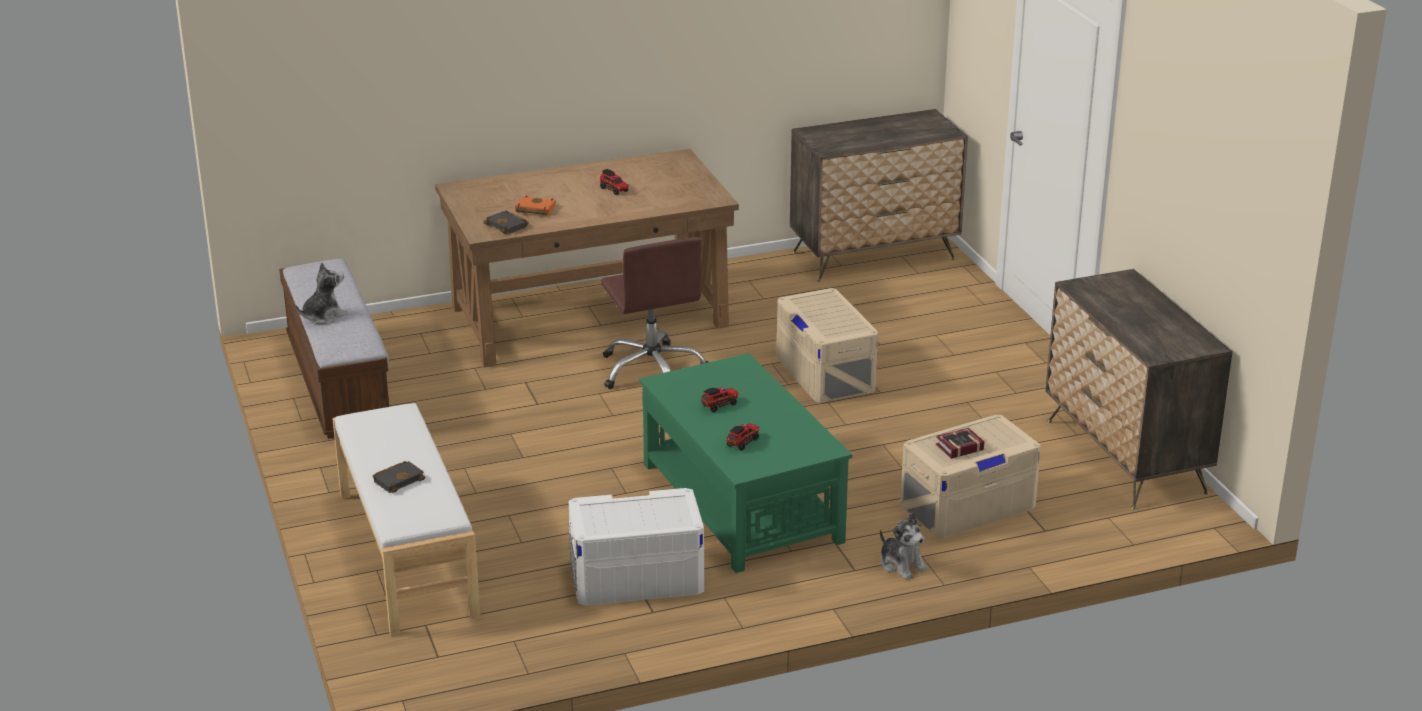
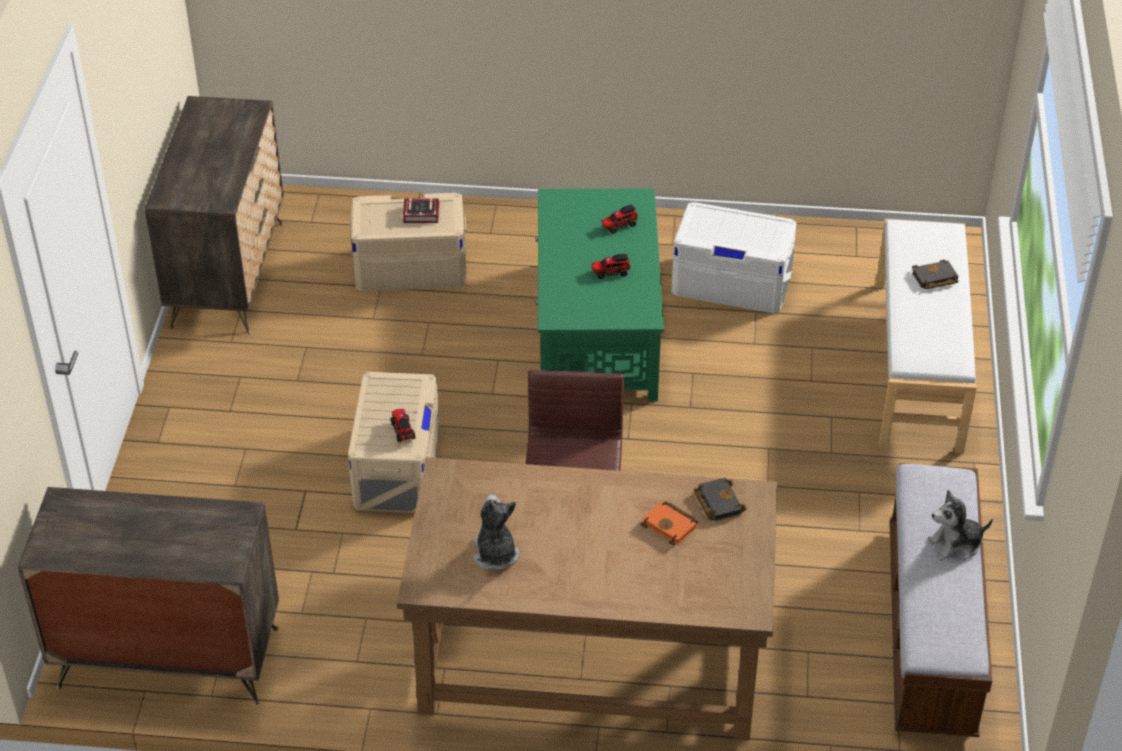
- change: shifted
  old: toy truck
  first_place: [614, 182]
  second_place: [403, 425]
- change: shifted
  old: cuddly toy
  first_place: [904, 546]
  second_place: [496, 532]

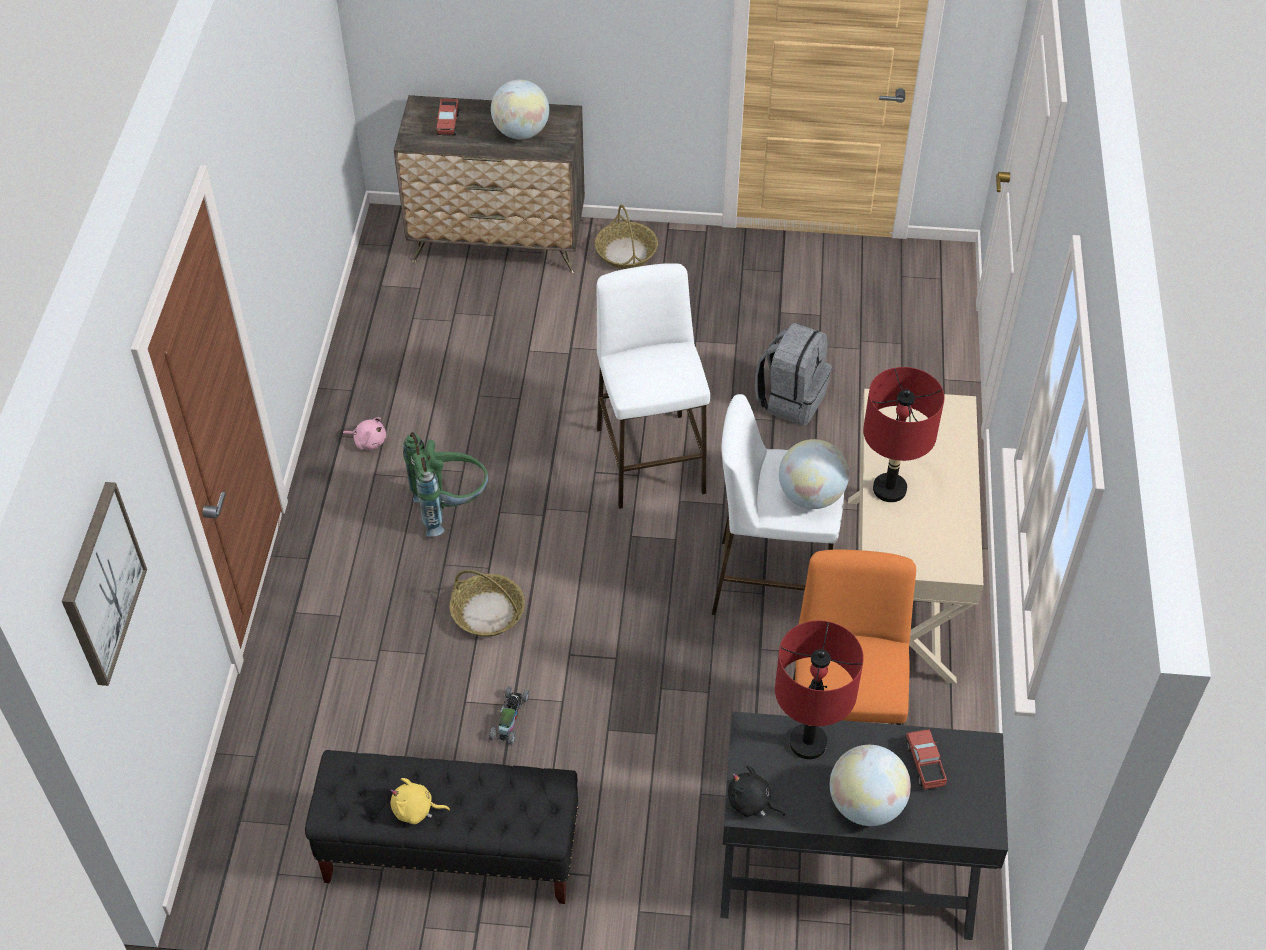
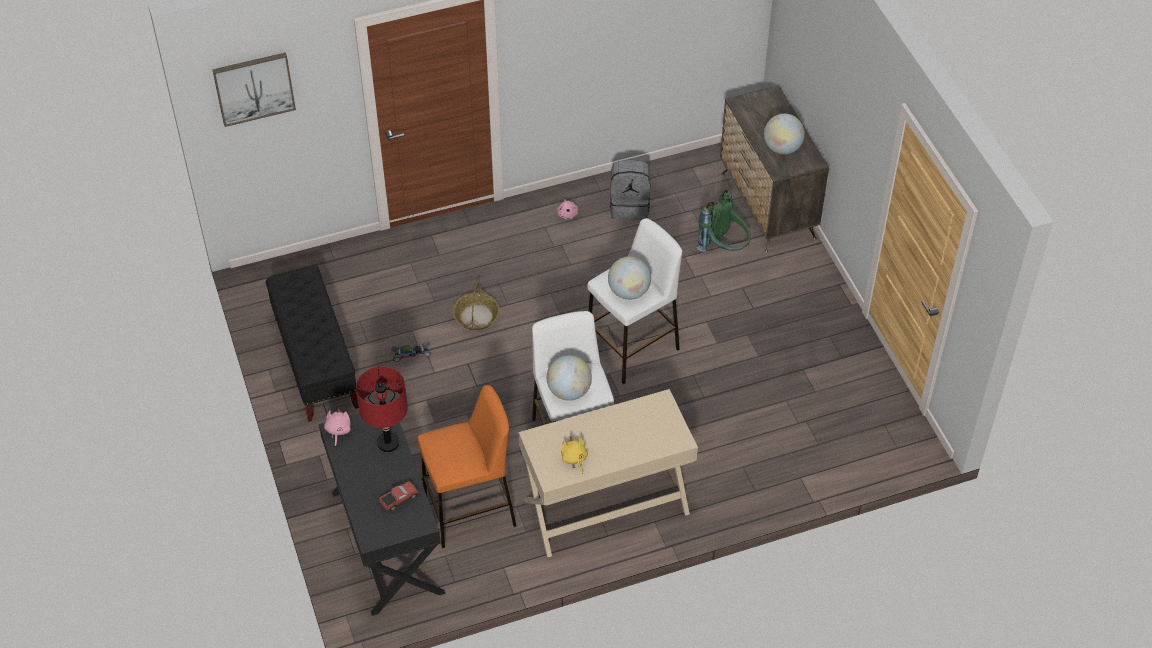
- change: repainted
  old: blackish cuddly toy
  new: pinkish cuddly toy
  first_place: [756, 791]
  second_place: [337, 427]
- change: shifted
  old: yellow cuddly toy
  first_place: [420, 801]
  second_place: [574, 455]
- change: shifted
  old: world globe
  first_place: [870, 785]
  second_place: [629, 278]
- change: shifted
  old: gray knapsack
  first_place: [793, 374]
  second_place: [630, 190]
- change: shifted
  old: greenish knapsack
  first_place: [446, 484]
  second_place: [723, 221]
- change: gone
  old: toy truck
  first_place: [447, 117]
- change: gone
  old: storage basket
  first_place: [626, 237]
- change: gone
  old: reddish table lamp
  first_place: [904, 434]

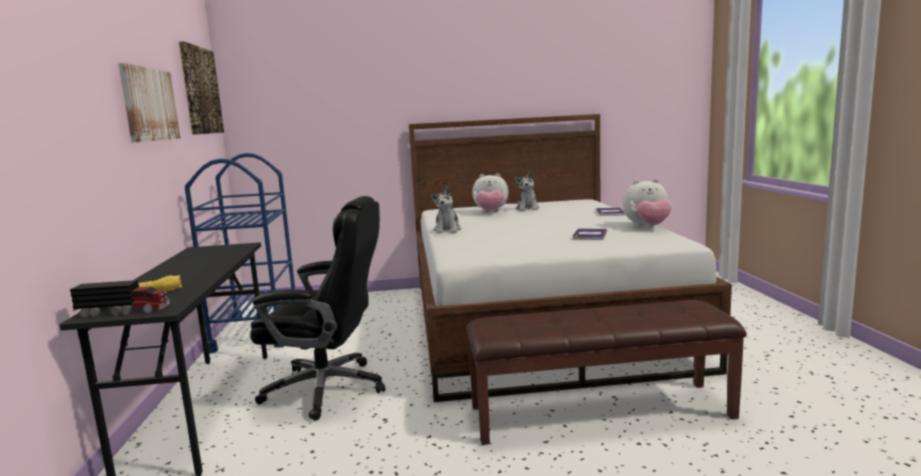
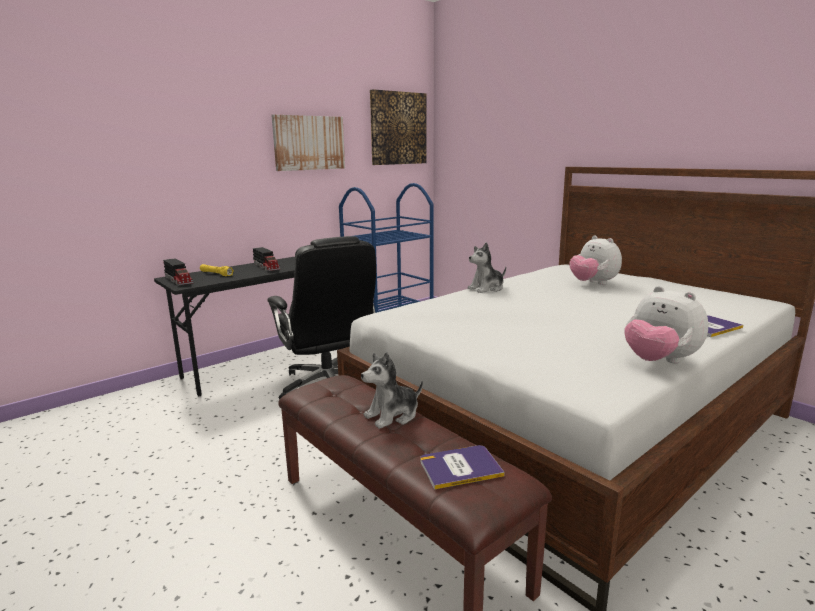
- change: new
  new: toy truck
  second_place: [267, 259]
- change: shifted
  old: cuddly toy
  first_place: [527, 191]
  second_place: [392, 390]
- change: shifted
  old: book
  first_place: [590, 234]
  second_place: [462, 467]

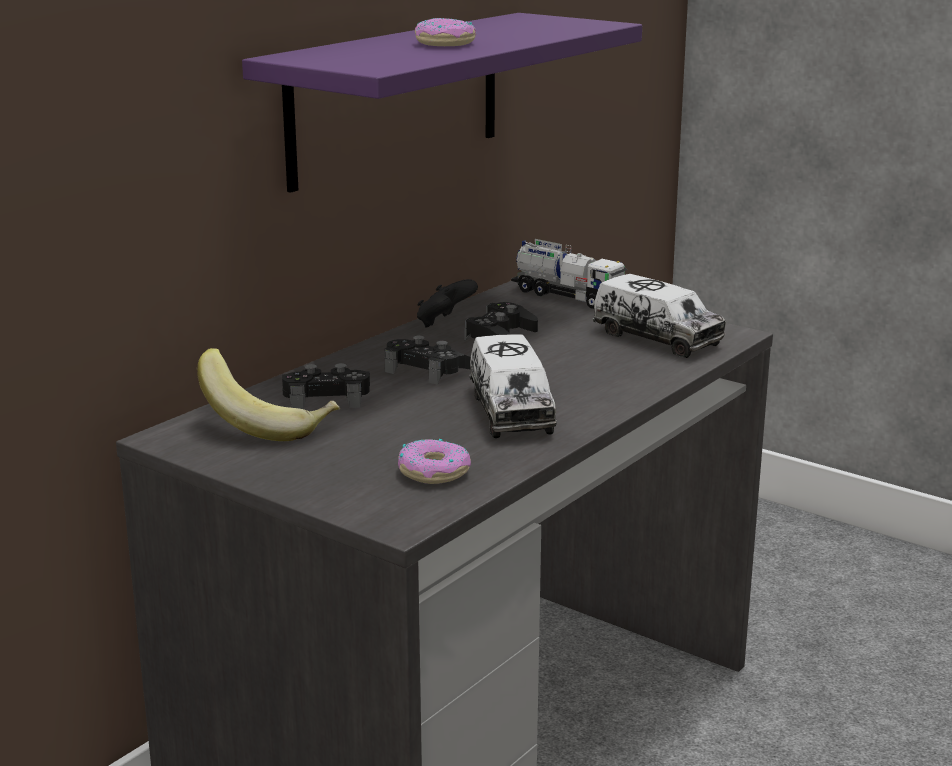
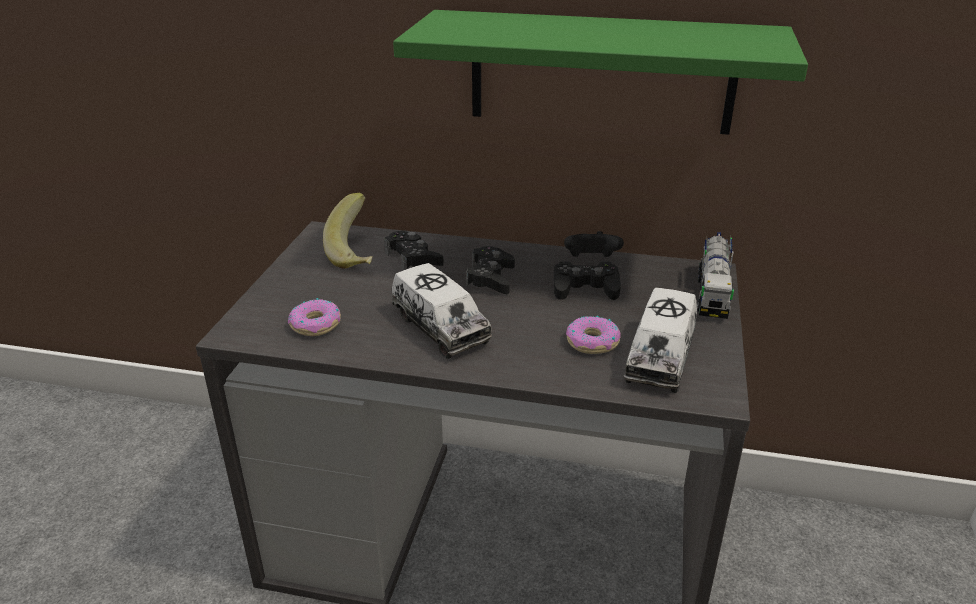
- change: rotated
  old: toy truck
  first_place: [513, 386]
  second_place: [442, 311]
  degrees: -90
- change: repainted
  old: purple wall shelf
  new: greenish wall shelf
  first_place: [442, 103]
  second_place: [600, 72]
- change: shifted
  old: donut
  first_place: [445, 32]
  second_place: [593, 335]

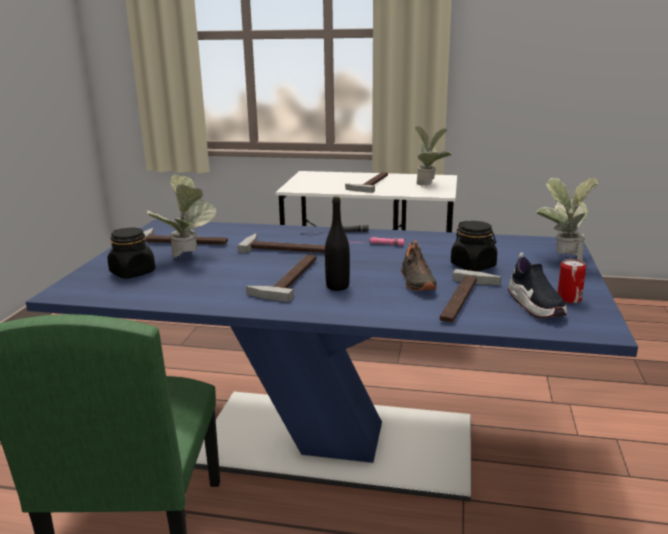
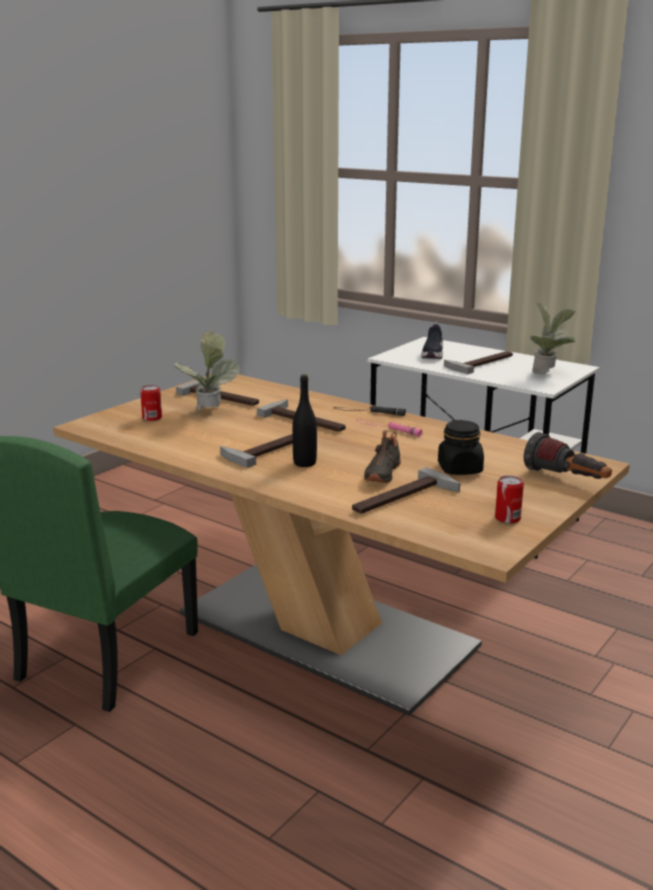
- change: repainted
  old: blue dinner table
  new: sand-coloured dinner table
  first_place: [332, 360]
  second_place: [341, 545]
- change: swapped
  old: blackish jar
  new: metal can
  first_place: [131, 253]
  second_place: [151, 403]
- change: shifted
  old: low shoe
  first_place: [537, 285]
  second_place: [432, 340]
- change: swapped
  old: plant in a pot
  new: hand torch
  first_place: [567, 219]
  second_place: [568, 455]

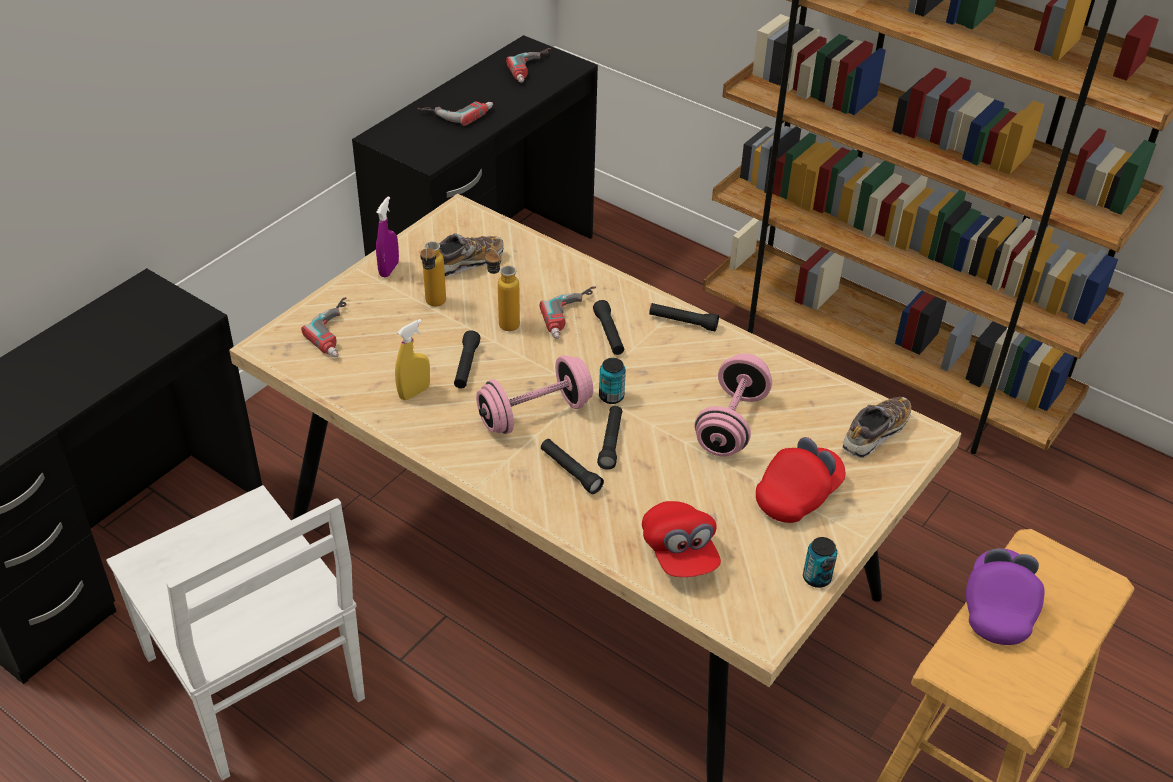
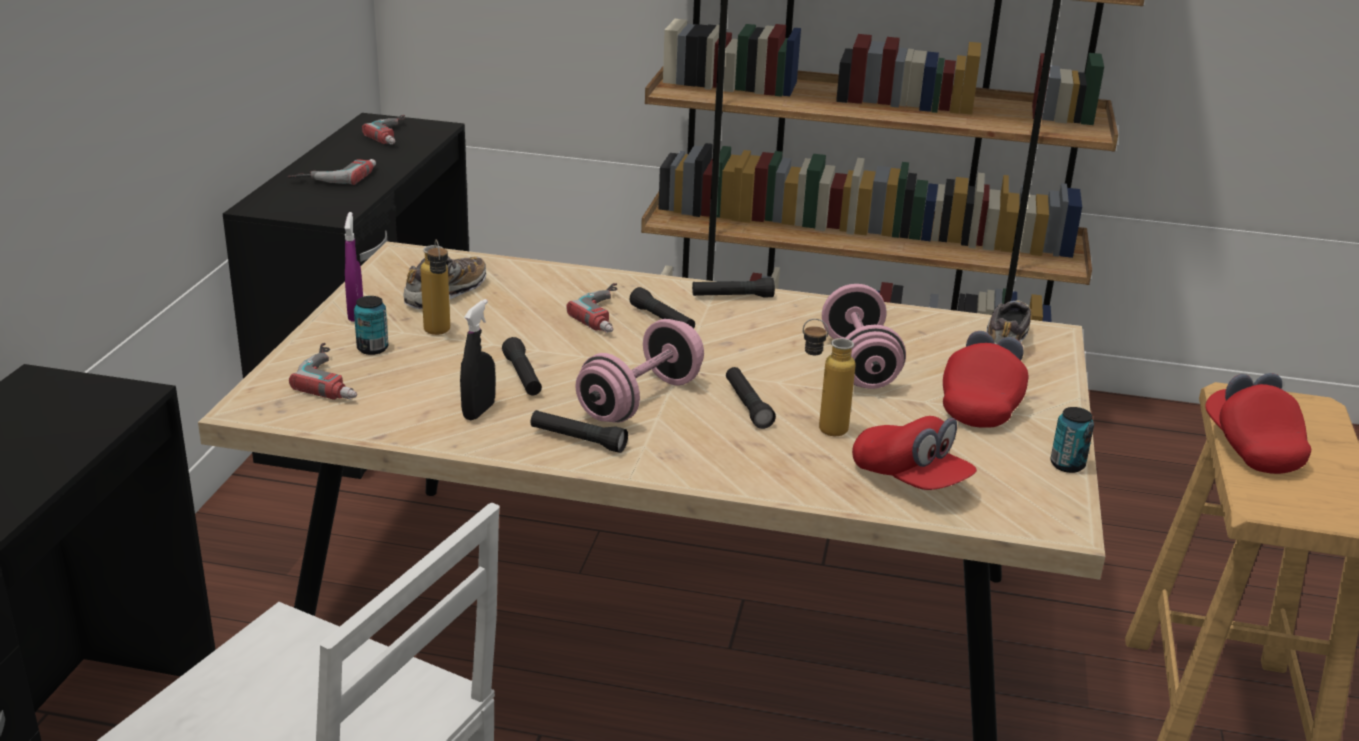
- change: shifted
  old: metal can
  first_place: [612, 381]
  second_place: [371, 325]
- change: repainted
  old: yellow sprayer
  new: blackish sprayer
  first_place: [412, 359]
  second_place: [477, 359]
- change: shifted
  old: blackish hand torch
  first_place: [572, 466]
  second_place: [579, 431]
- change: shifted
  old: drink bottle
  first_place: [502, 289]
  second_place: [829, 377]
- change: repainted
  old: purple baseball cap
  new: reddish baseball cap
  first_place: [1005, 596]
  second_place: [1258, 423]

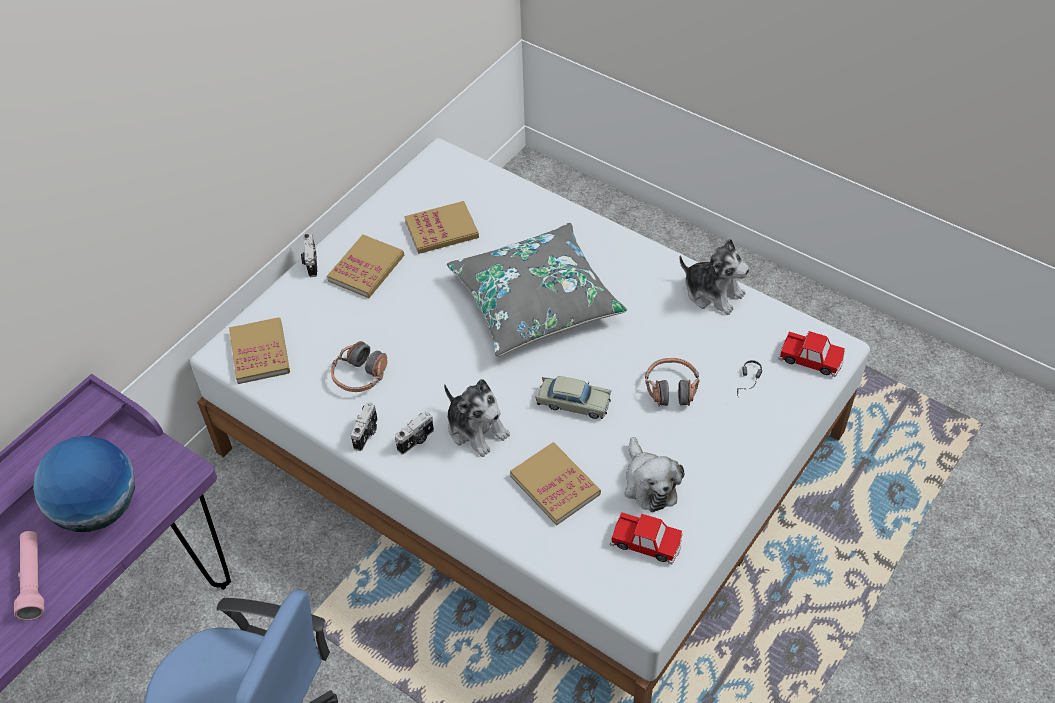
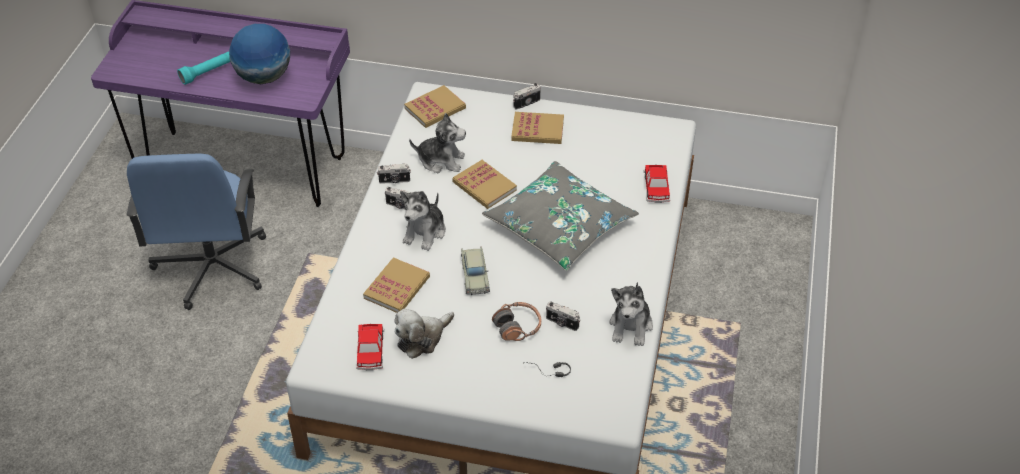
- change: repainted
  old: pinkish hand torch
  new: turquoise hand torch
  first_place: [29, 575]
  second_place: [203, 68]
- change: swapped
  old: headphones
  new: cuddly toy
  first_place: [359, 366]
  second_place: [437, 143]
- change: shifted
  old: book
  first_place: [442, 227]
  second_place: [484, 184]
- change: new
  new: still camera
  second_place: [563, 316]
- change: shifted
  old: miniature car
  first_place: [811, 354]
  second_place: [657, 184]

